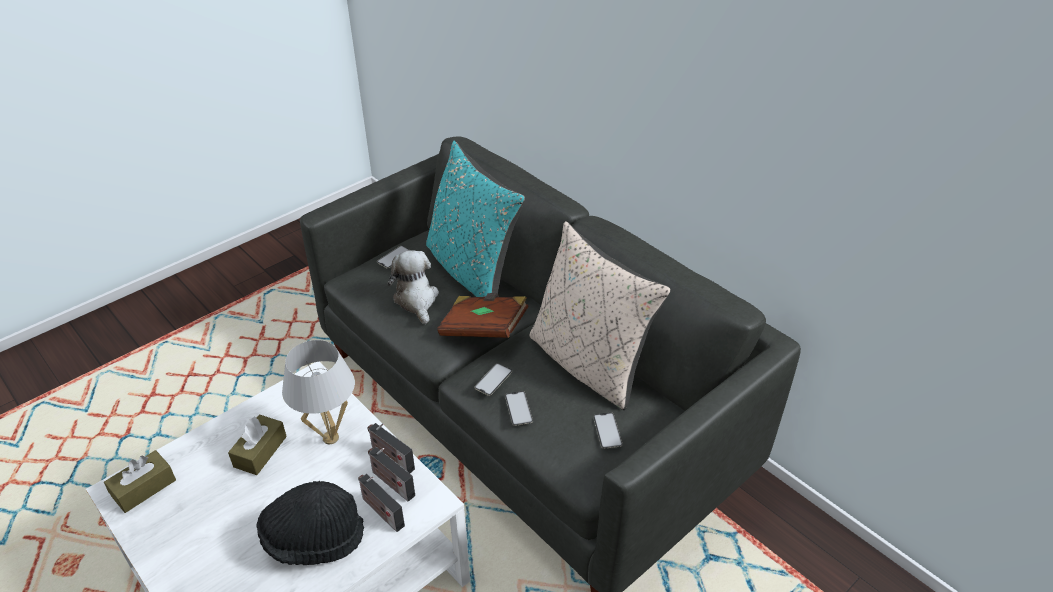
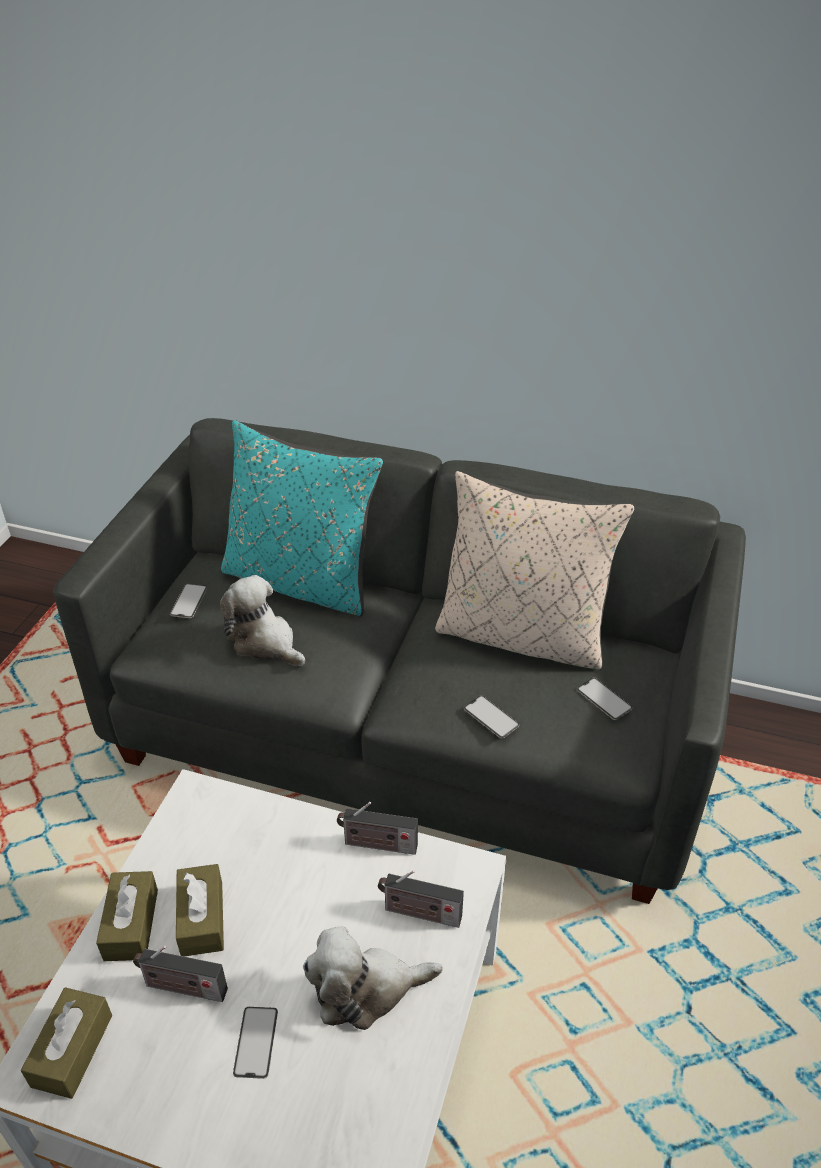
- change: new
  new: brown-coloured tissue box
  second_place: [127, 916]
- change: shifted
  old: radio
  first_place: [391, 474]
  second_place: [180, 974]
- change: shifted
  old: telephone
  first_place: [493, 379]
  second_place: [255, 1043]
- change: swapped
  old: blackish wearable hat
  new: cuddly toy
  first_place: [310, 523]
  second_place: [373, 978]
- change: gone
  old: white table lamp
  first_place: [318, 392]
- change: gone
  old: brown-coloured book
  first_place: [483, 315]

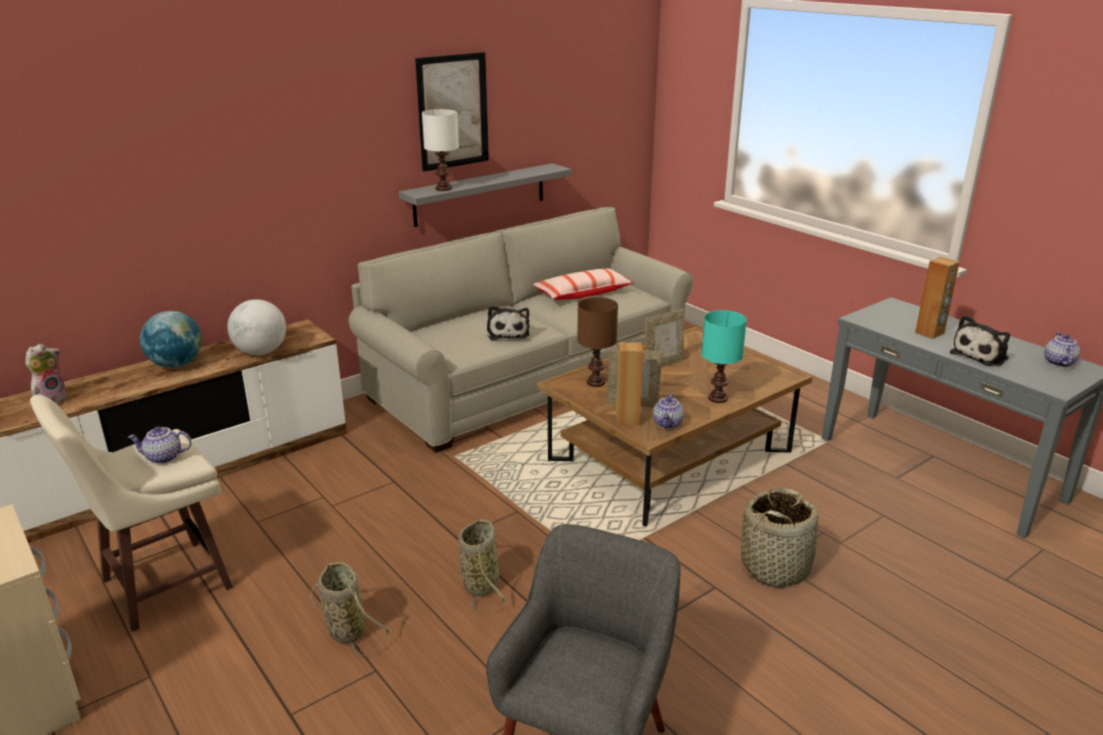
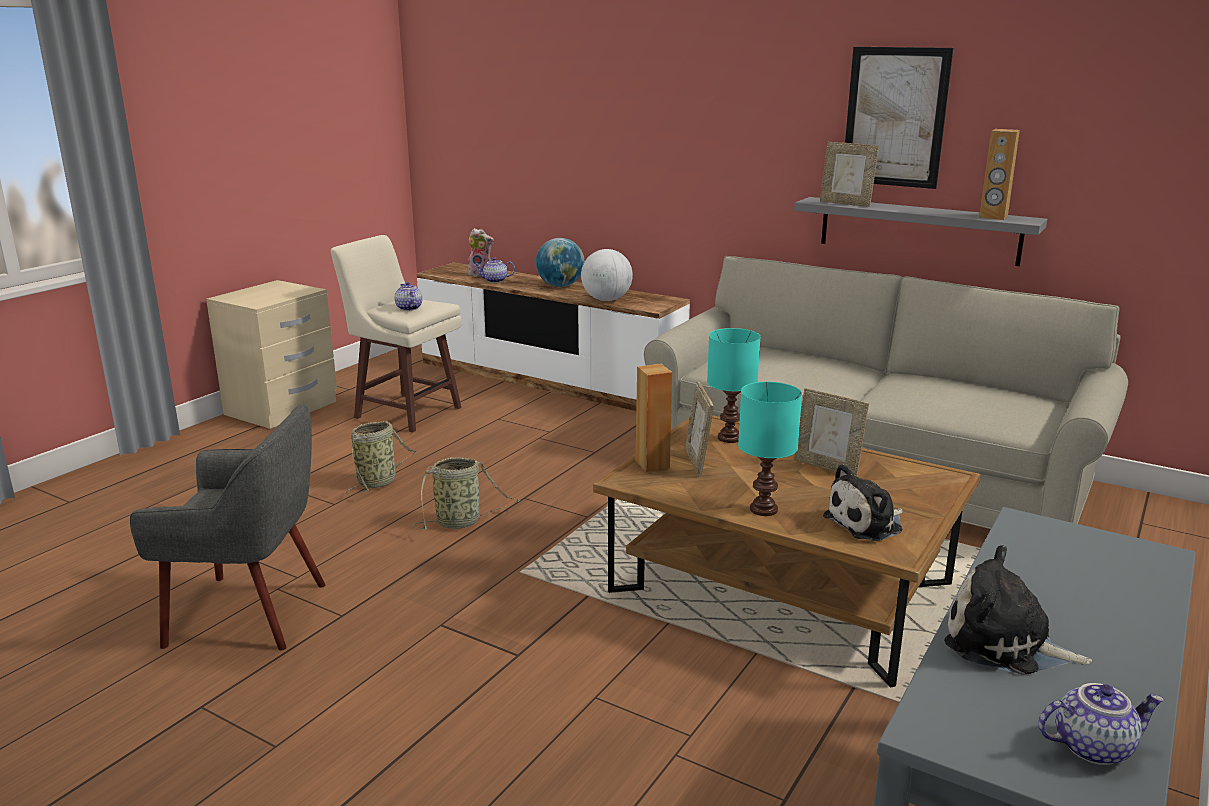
- change: shifted
  old: tea pot
  first_place: [668, 411]
  second_place: [494, 270]
- change: repainted
  old: brown-coloured table lamp
  new: turquoise table lamp
  first_place: [597, 342]
  second_place: [734, 385]
- change: swapped
  old: white table lamp
  new: picture frame
  first_place: [440, 150]
  second_place: [849, 174]
- change: shifted
  old: cuddly toy
  first_place: [508, 323]
  second_place: [863, 502]
- change: shifted
  old: brown-coloured speaker
  first_place: [937, 298]
  second_place: [999, 174]
- change: gone
  old: cushion
  first_place: [583, 284]
- change: gone
  old: storage basket
  first_place: [780, 537]

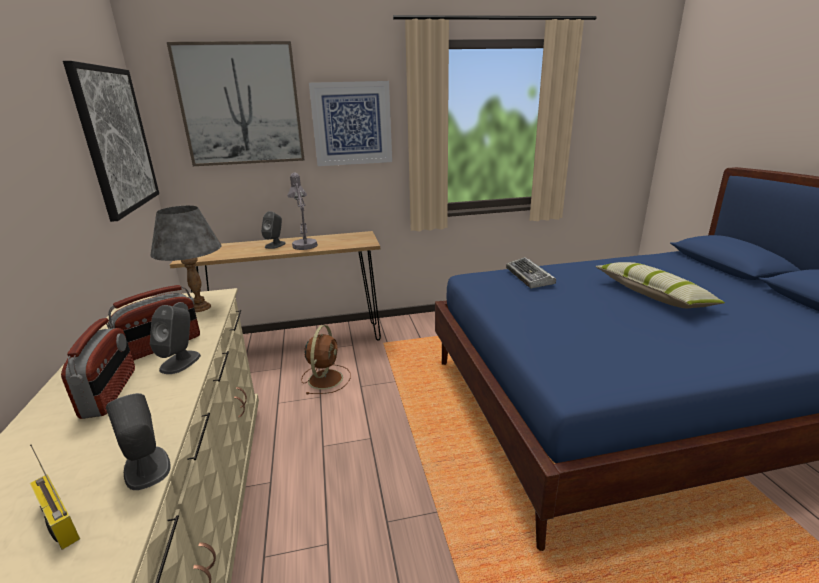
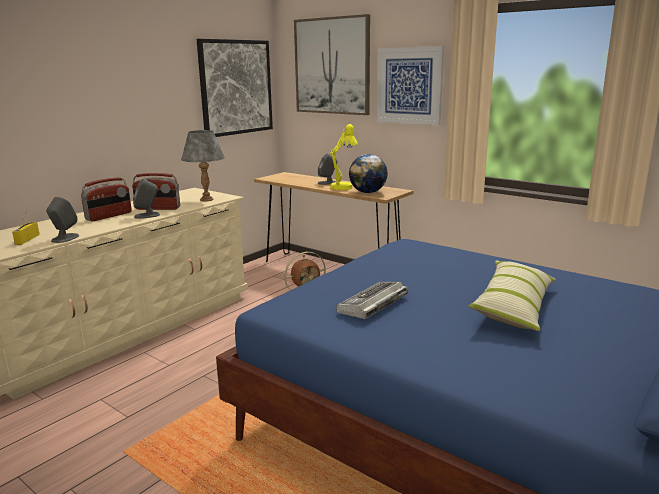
- change: repainted
  old: gray table lamp
  new: yellow table lamp
  first_place: [302, 211]
  second_place: [344, 157]
- change: shifted
  old: PC keyboard
  first_place: [531, 273]
  second_place: [372, 300]
- change: new
  new: world globe
  second_place: [368, 173]

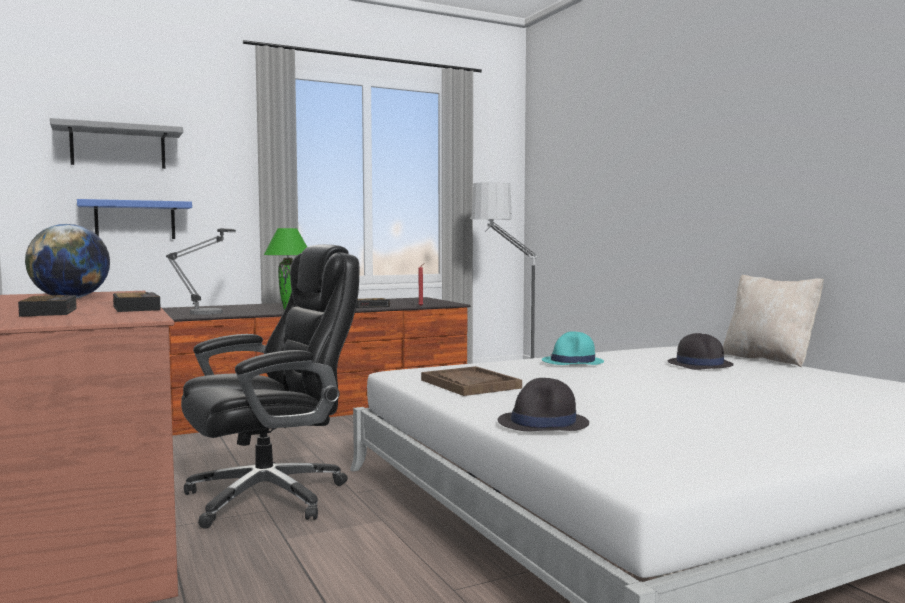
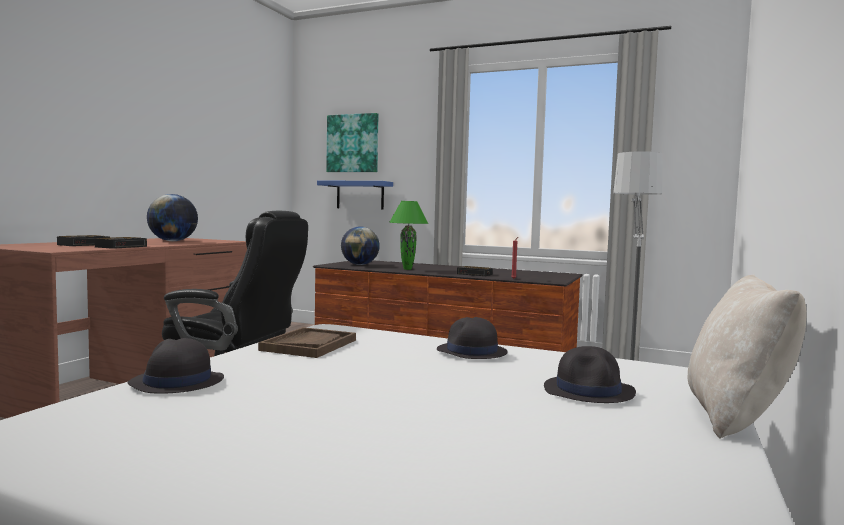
- change: swapped
  old: gray wall shelf
  new: wall art
  first_place: [116, 143]
  second_place: [352, 142]
- change: swapped
  old: table lamp
  new: world globe
  first_place: [201, 271]
  second_place: [360, 245]
- change: repainted
  old: turquoise wearable hat
  new: blackish wearable hat
  first_place: [573, 348]
  second_place: [472, 338]

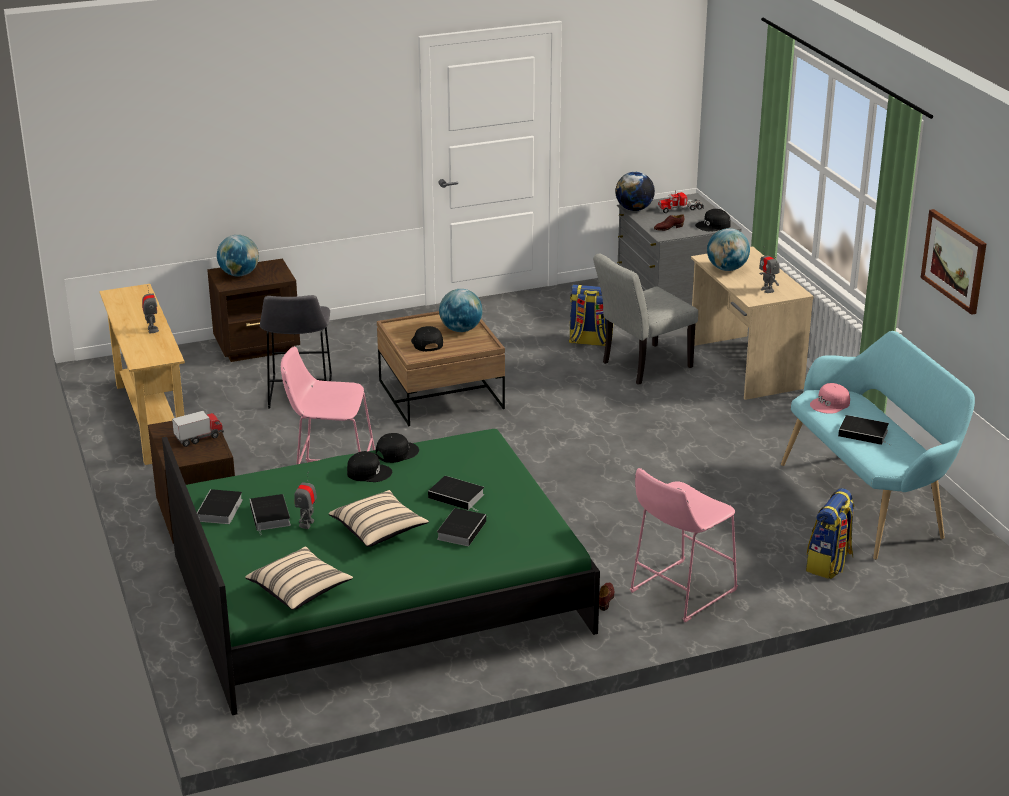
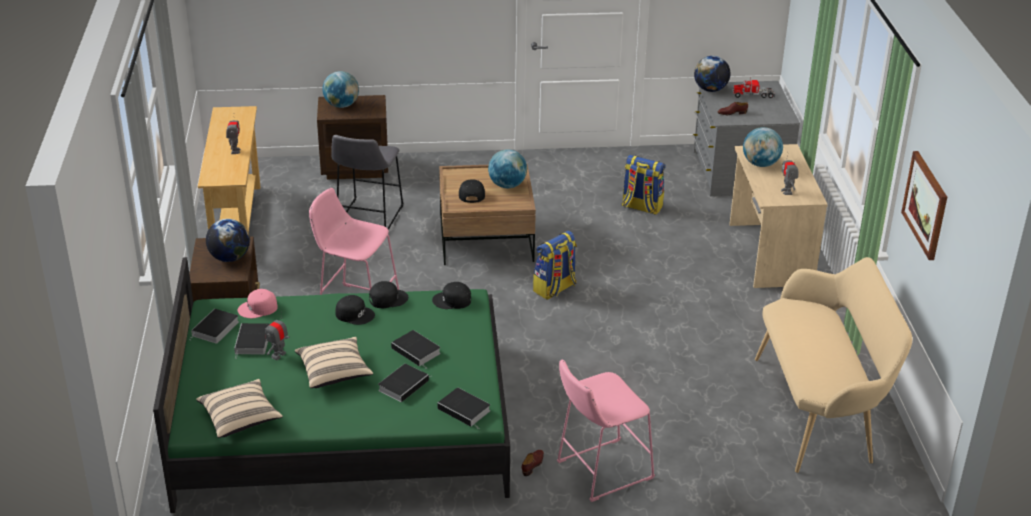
- change: swapped
  old: toy truck
  new: world globe
  first_place: [198, 429]
  second_place: [228, 240]
- change: shifted
  old: pinkish baseball cap
  first_place: [830, 398]
  second_place: [258, 303]
- change: shifted
  old: blackish baseball cap
  first_place: [712, 220]
  second_place: [451, 295]
- change: shifted
  old: book
  first_place: [864, 430]
  second_place: [463, 408]
- change: shifted
  old: knapsack
  first_place: [830, 533]
  second_place: [555, 265]
- change: repainted
  old: turquoise indoor bench
  new: sand-coloured indoor bench
  first_place: [878, 445]
  second_place: [833, 365]
- change: gone
  old: gray plain chair
  first_place: [645, 319]

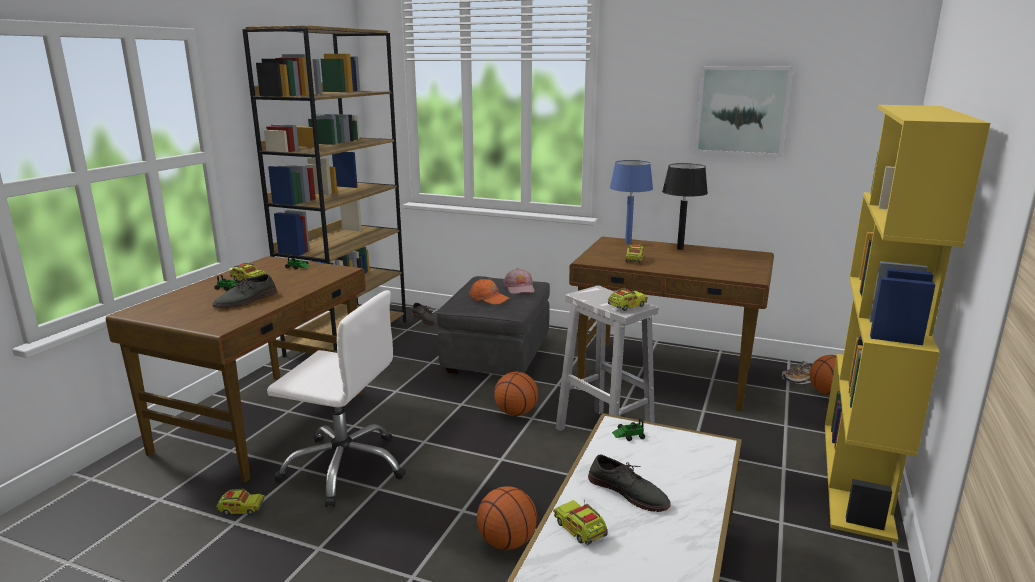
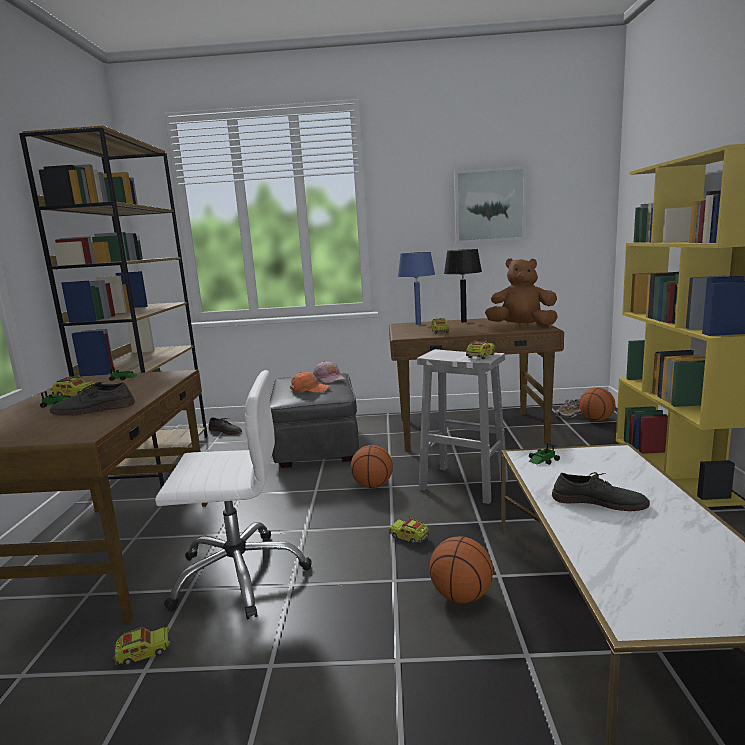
- change: rotated
  old: gray low shoe
  first_place: [244, 291]
  second_place: [92, 399]
  degrees: 60
- change: shifted
  old: toy truck
  first_place: [580, 522]
  second_place: [409, 531]
- change: new
  new: brown-coloured cuddly toy
  second_place: [521, 292]

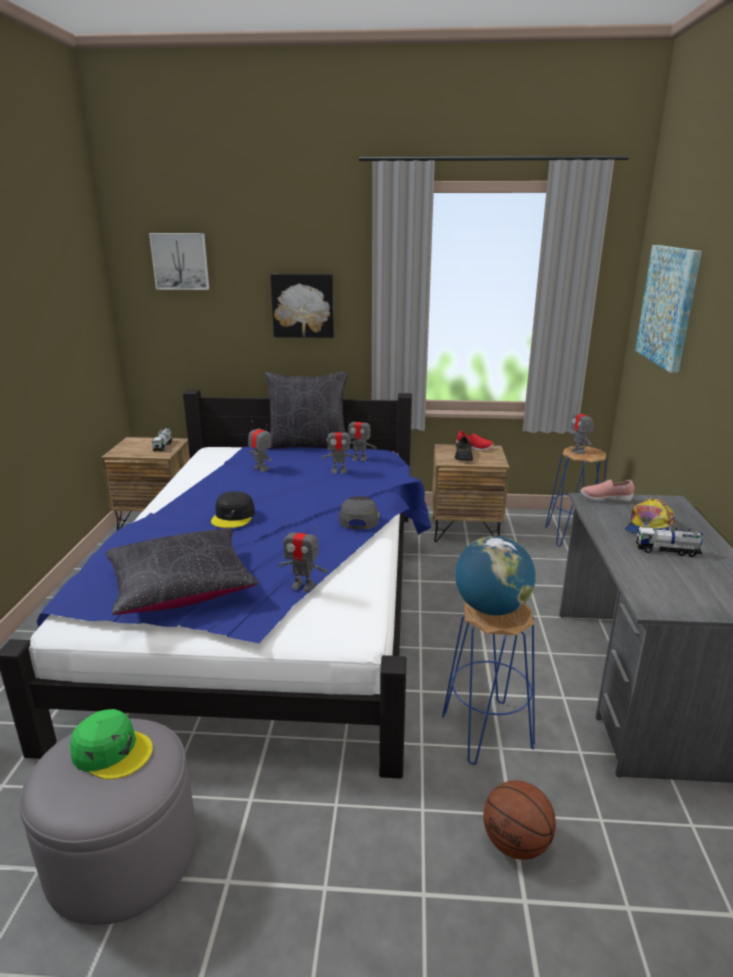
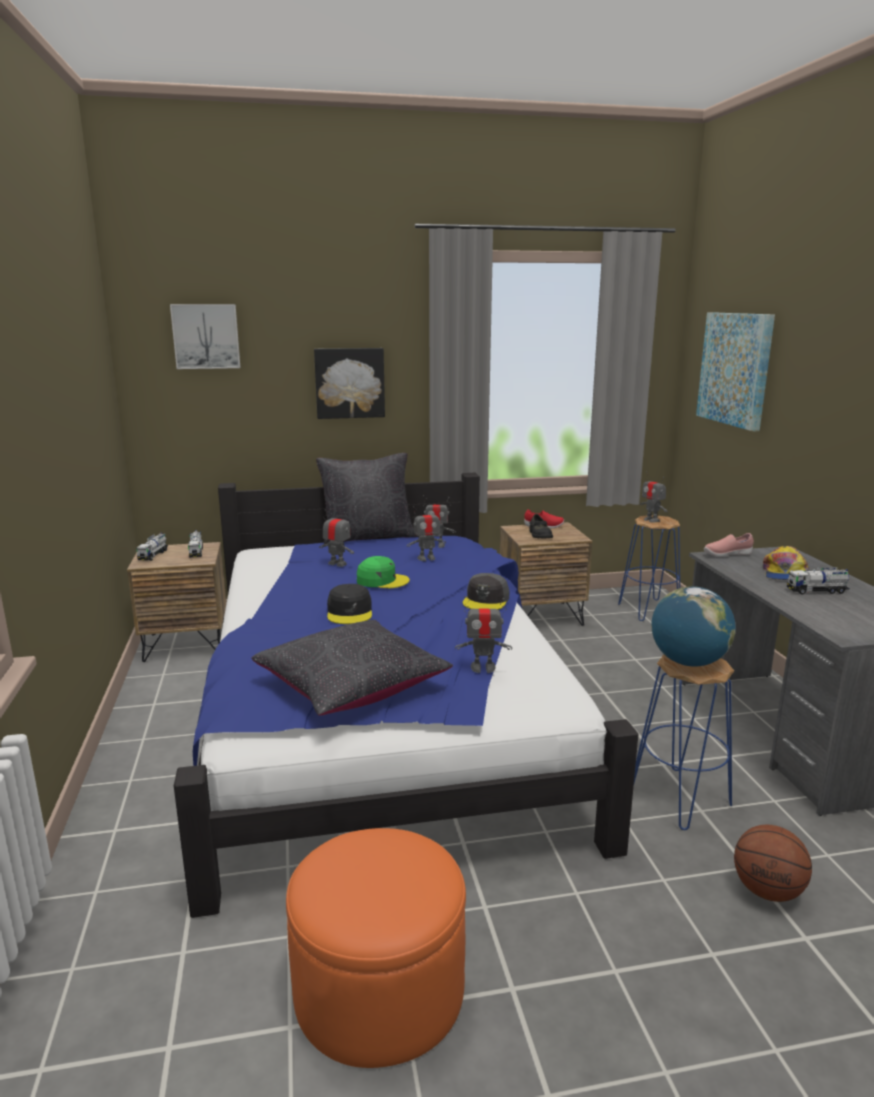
- change: new
  new: toy truck
  second_place: [152, 547]
- change: repainted
  old: gray footrest
  new: orangey footrest
  first_place: [108, 821]
  second_place: [376, 948]
- change: shifted
  old: greenish baseball cap
  first_place: [111, 744]
  second_place: [383, 572]
- change: rotated
  old: gray baseball cap
  first_place: [359, 512]
  second_place: [486, 591]
  degrees: -150

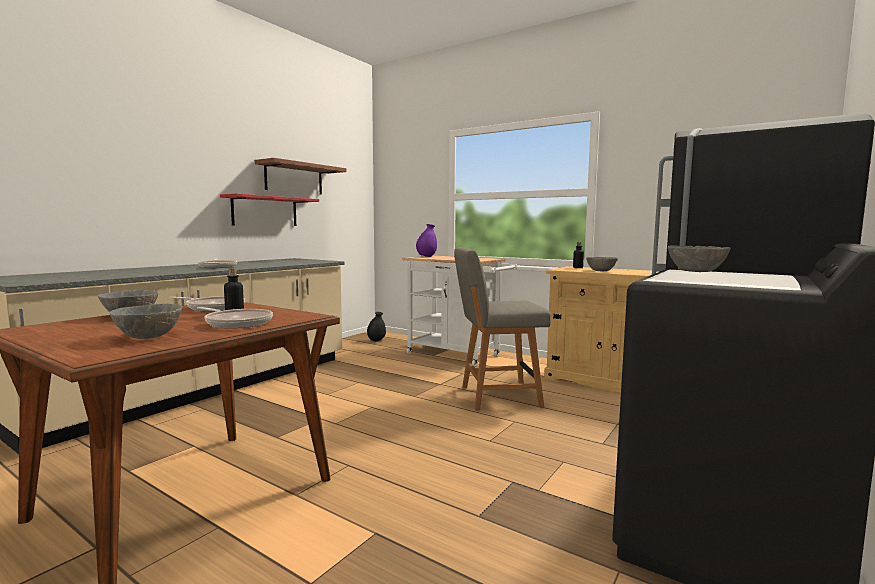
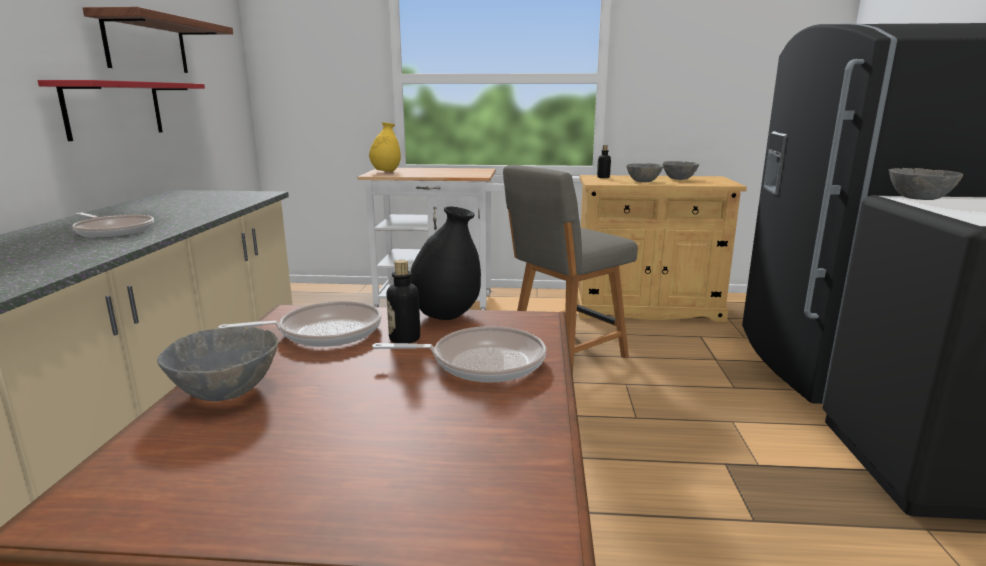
- change: repainted
  old: purple vase
  new: yellow vase
  first_place: [426, 240]
  second_place: [385, 147]
- change: shifted
  old: blackish vase
  first_place: [376, 326]
  second_place: [445, 263]
- change: shifted
  old: gray deep dish
  first_place: [145, 321]
  second_place: [680, 170]

